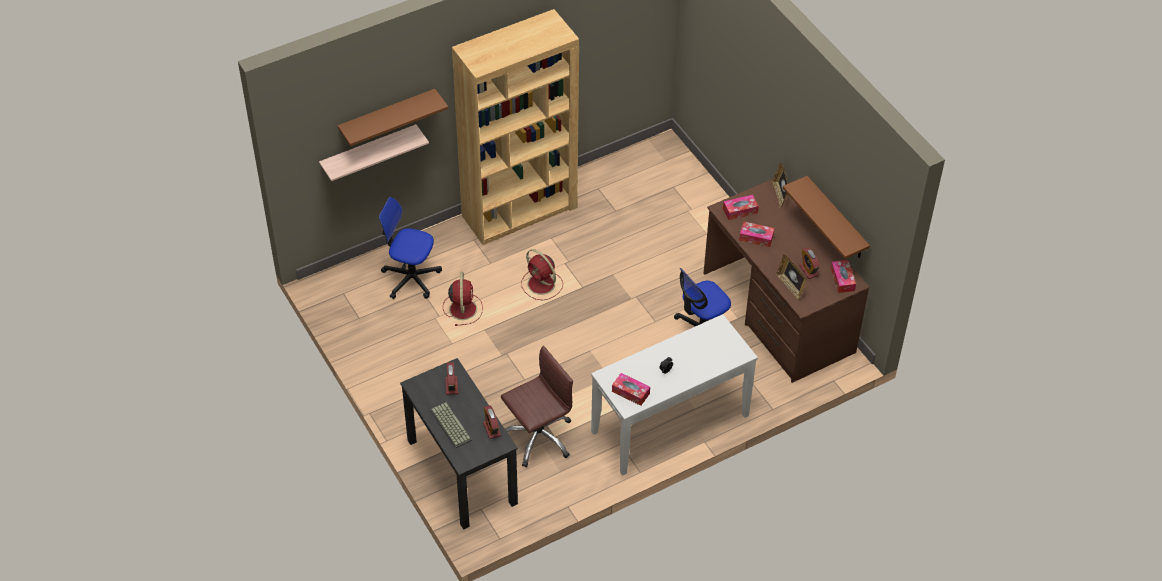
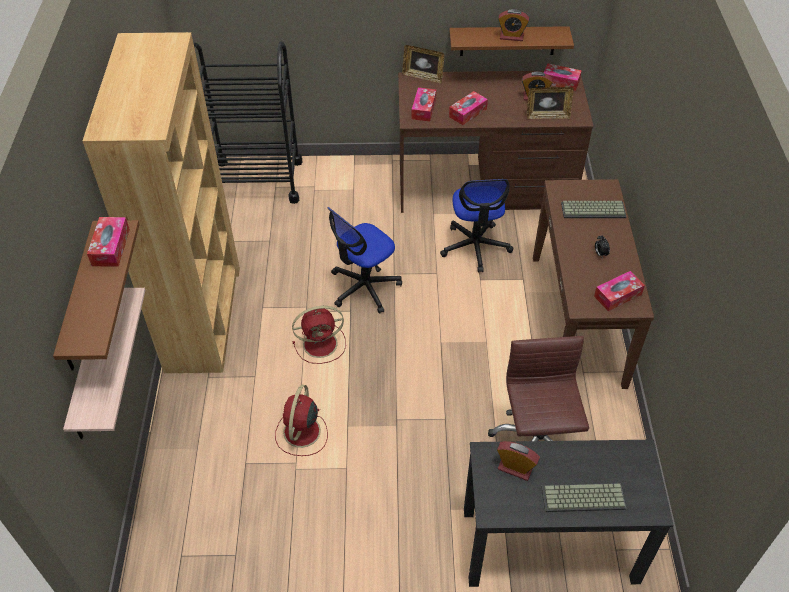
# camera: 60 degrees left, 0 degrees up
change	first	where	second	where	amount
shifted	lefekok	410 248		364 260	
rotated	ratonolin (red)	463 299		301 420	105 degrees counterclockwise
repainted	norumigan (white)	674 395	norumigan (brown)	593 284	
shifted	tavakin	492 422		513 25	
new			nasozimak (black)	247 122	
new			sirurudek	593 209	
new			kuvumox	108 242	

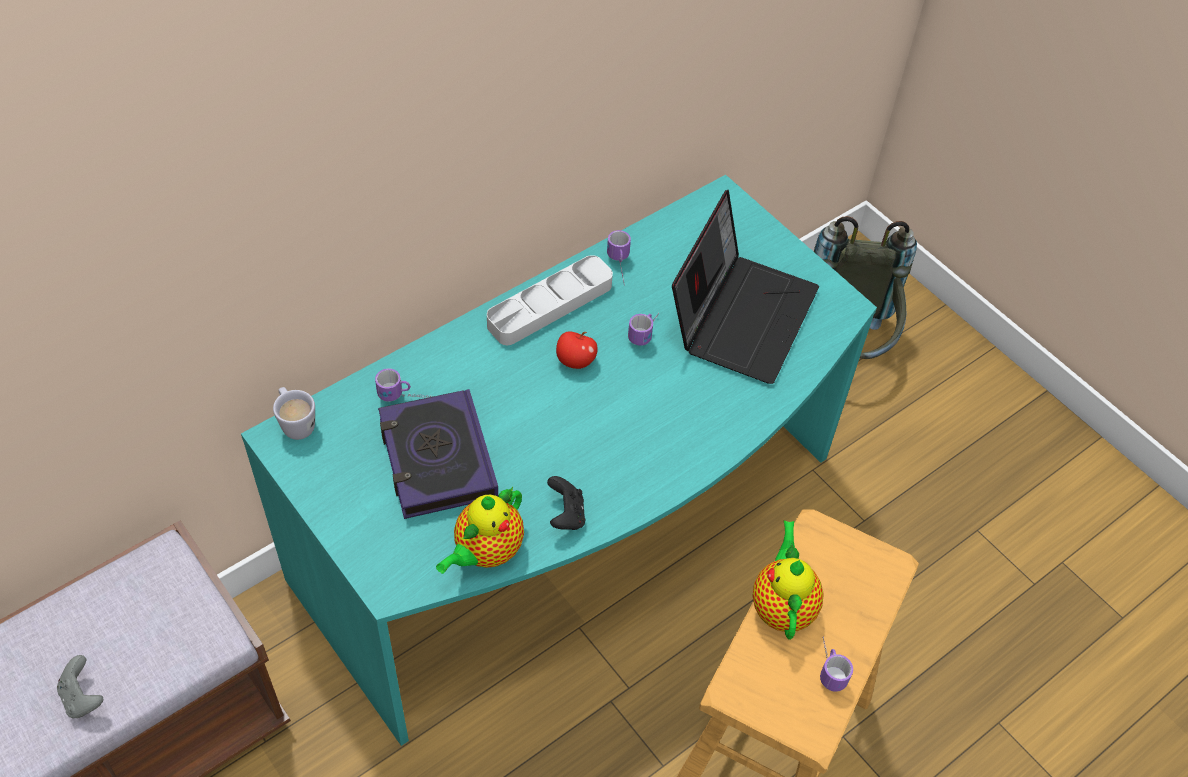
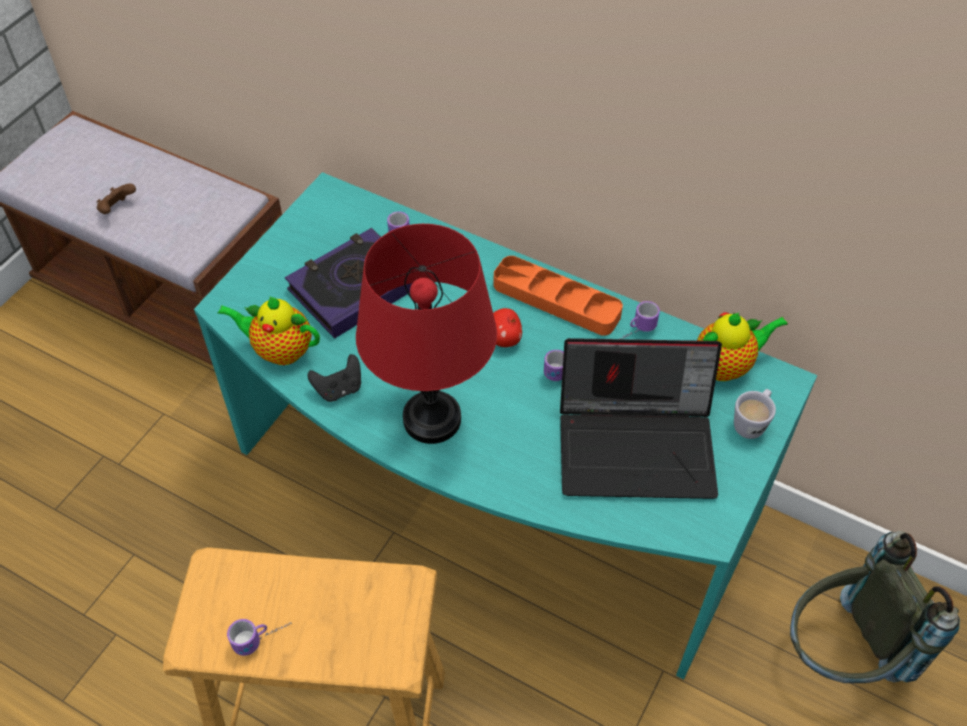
# camera: 70 degrees right, 0 degrees up
change	first	where	second	where	amount
repainted	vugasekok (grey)	550 300	vugasekok (orange)	558 296	
shifted	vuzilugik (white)	294 413		755 414	
shifted	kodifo	788 580		742 346	
repainted	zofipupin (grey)	80 687	zofipupin (brown)	116 199	
new			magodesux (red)	426 334	

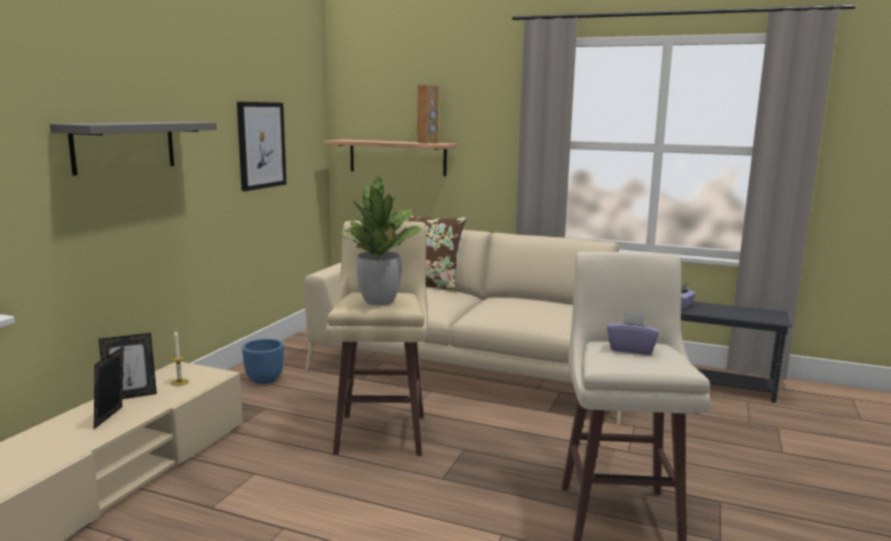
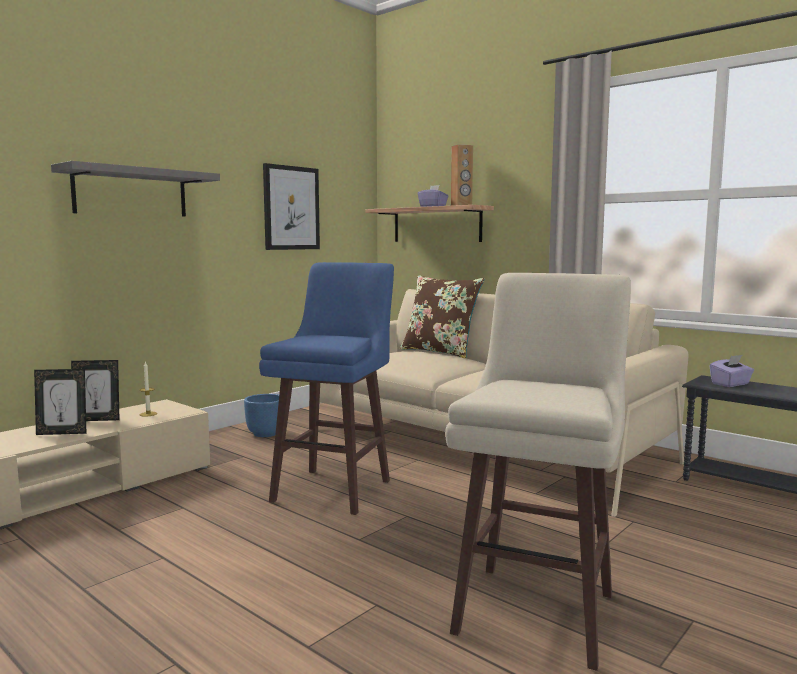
# camera: 20 degrees right, 5 degrees down
change	first	where	second	where	amount
gone	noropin	382 240			
repainted	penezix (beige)	377 338	penezix (blue)	326 388	
shifted	kuvumox (purple)	633 333		433 196	
rotated	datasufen	109 387		60 402	120 degrees counterclockwise

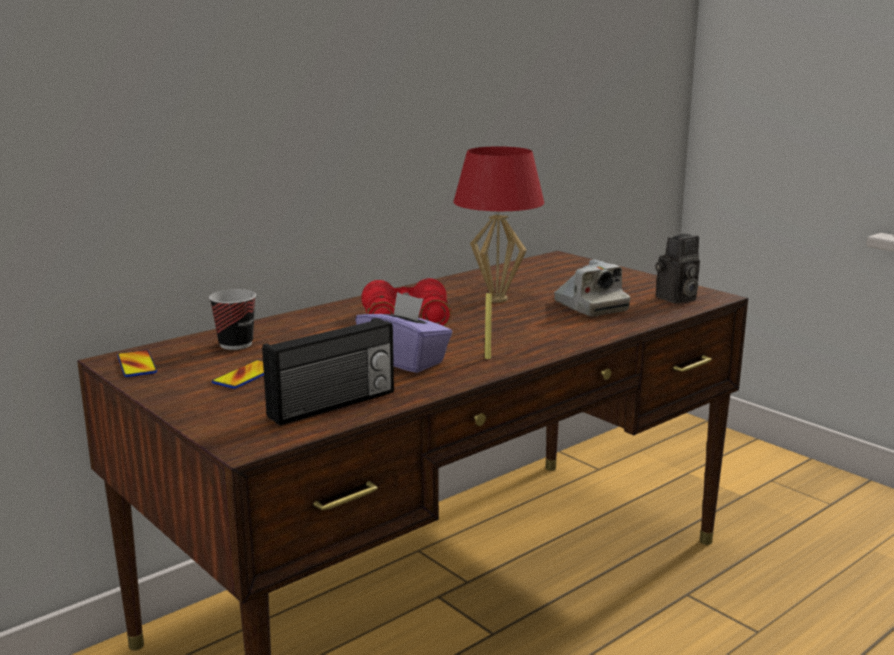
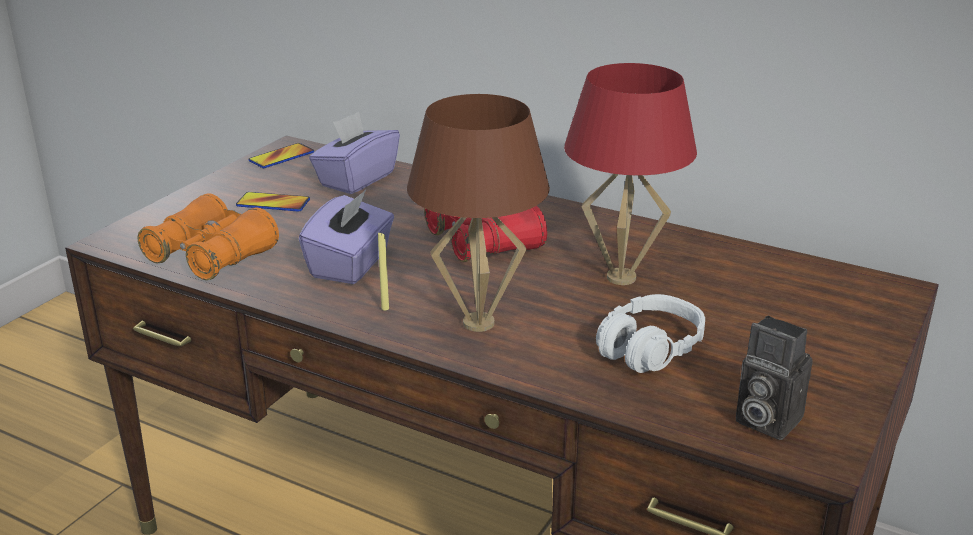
# camera: 70 degrees right, 10 degrees up
change	first	where	second	where	amount
swapped	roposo	592 288	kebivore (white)	650 333	
swapped	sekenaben	232 319	kuvumox (purple)	354 152	
swapped	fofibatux	328 372	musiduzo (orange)	208 236	
new			magodesux (brown)	478 213	

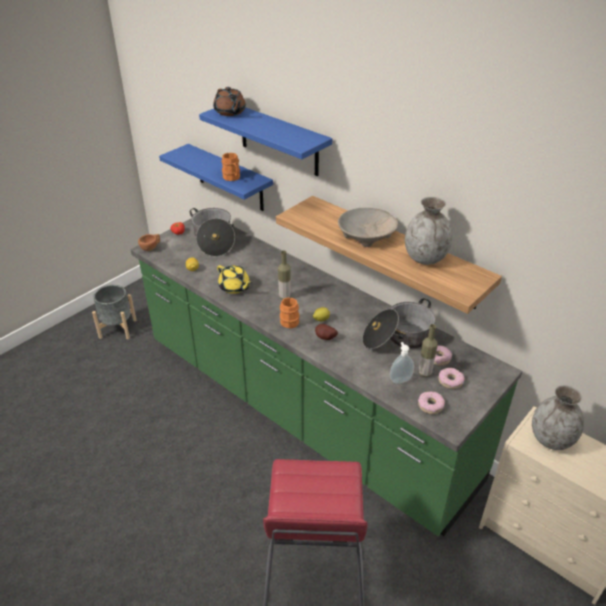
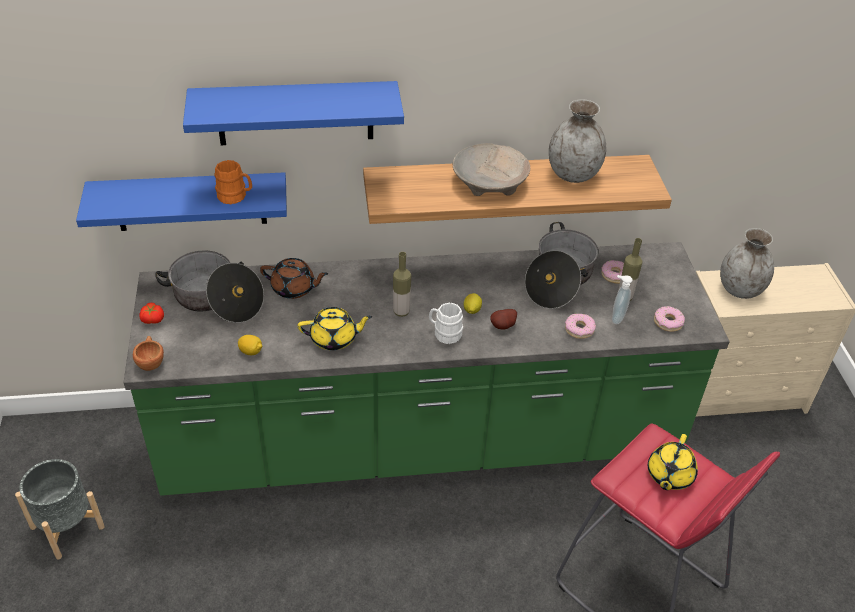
# camera: 50 degrees left, 5 degrees up
change	first	where	second	where	amount
shifted	kodifo (brown)	229 101		294 278	
repainted	vuzilugik (orange)	290 312	vuzilugik (white)	446 323	
shifted	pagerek	451 378		580 326	
new			kodifo (yellow)	673 462	

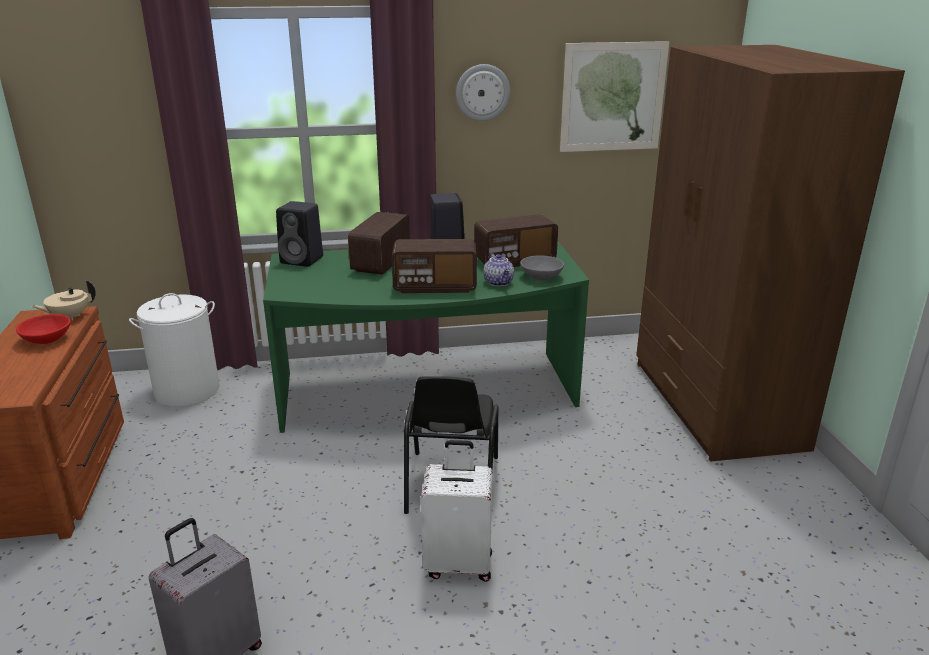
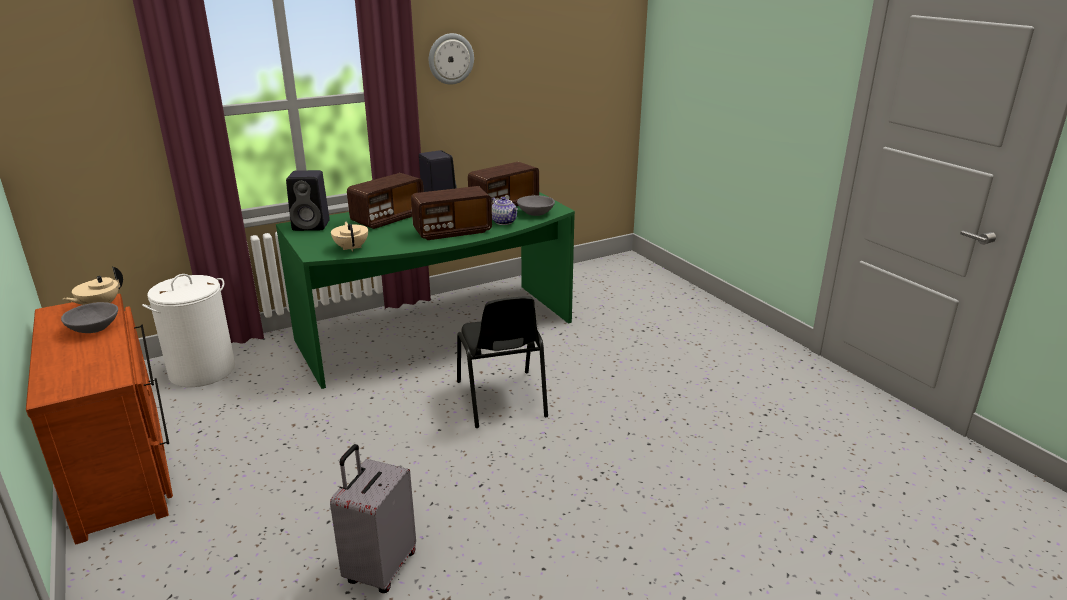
# camera: 20 degrees left, 0 degrees up
change	first	where	second	where	amount
gone	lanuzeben	614 96			
gone	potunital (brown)	770 253			
rotated	fofibatux	379 243		385 201	135 degrees counterclockwise
repainted	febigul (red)	43 329	febigul (grey)	89 317	
gone	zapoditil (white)	456 511			
new			kodifo (beige)	349 237	

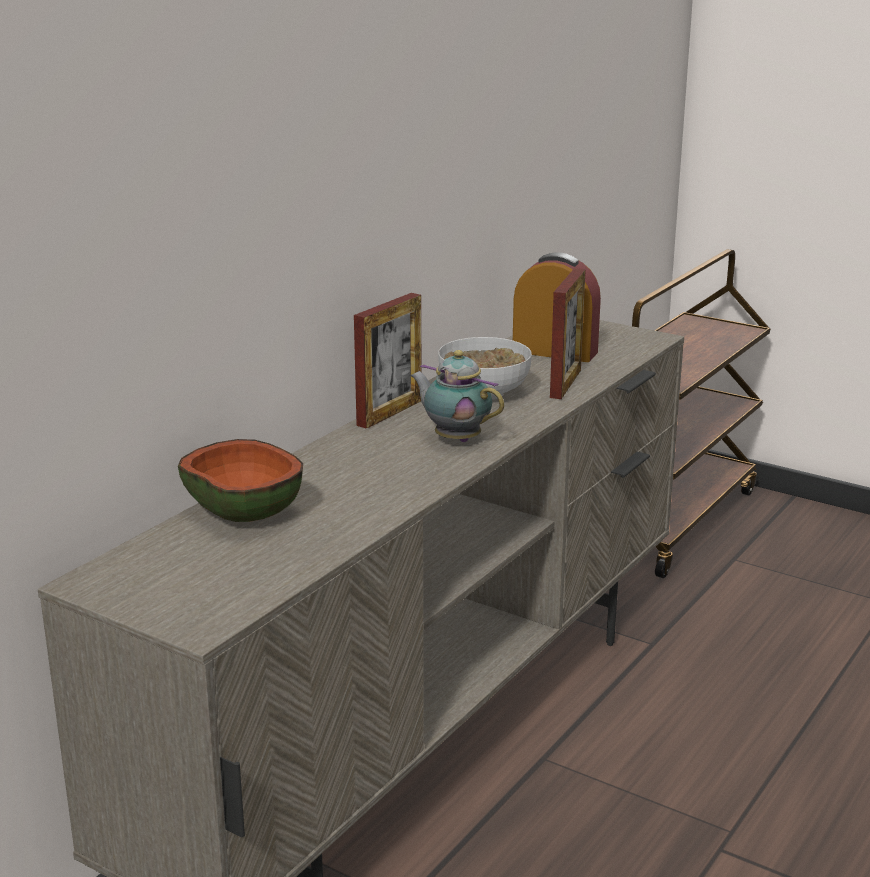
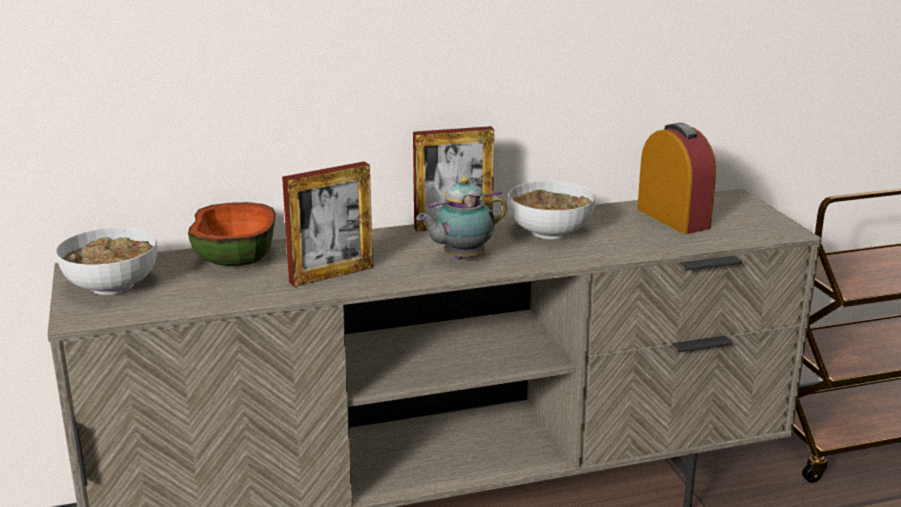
# camera: 40 degrees right, 0 degrees up
change	first	where	second	where	amount
shifted	datasufen	568 333		327 224	
rotated	kodifo	457 396		461 218	105 degrees counterclockwise
new			febigul	106 261	

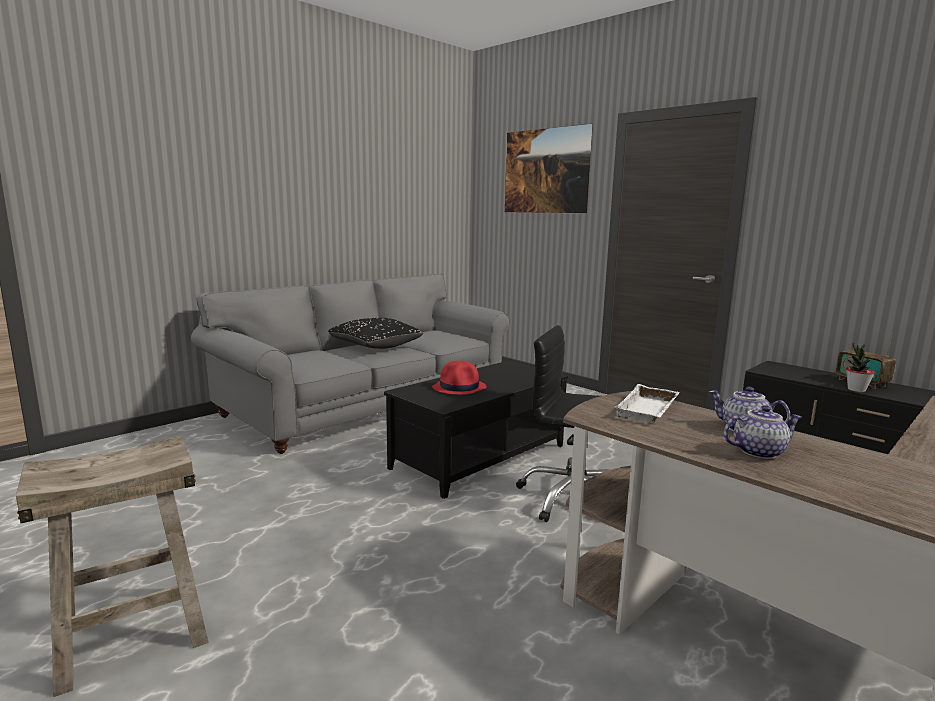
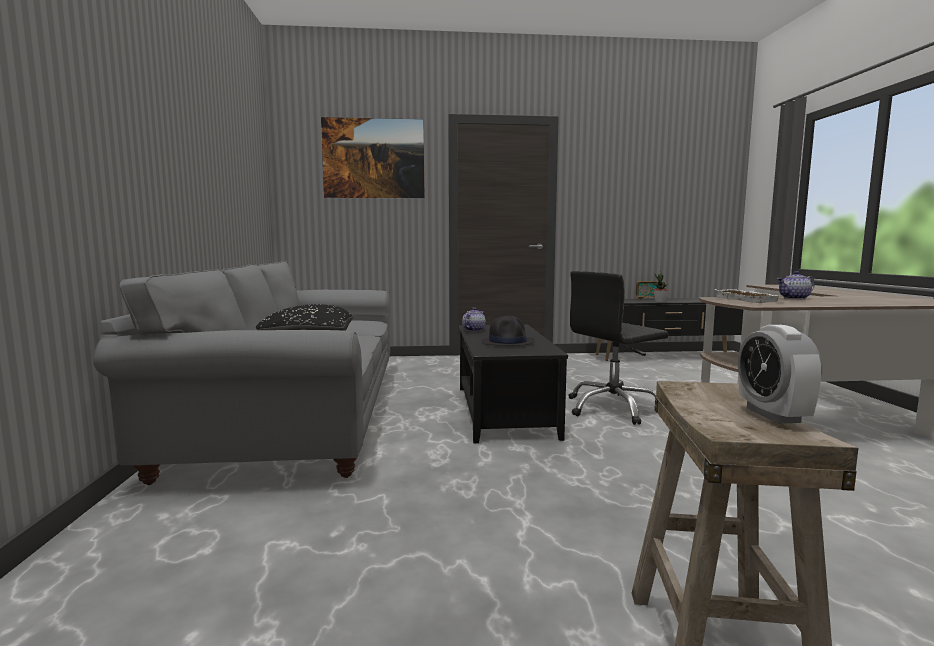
# camera: 50 degrees left, 5 degrees down
change	first	where	second	where	amount
repainted	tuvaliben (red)	459 378	tuvaliben (black)	508 331	
shifted	kodifo	763 432		474 319	
new			tavakin	780 374	

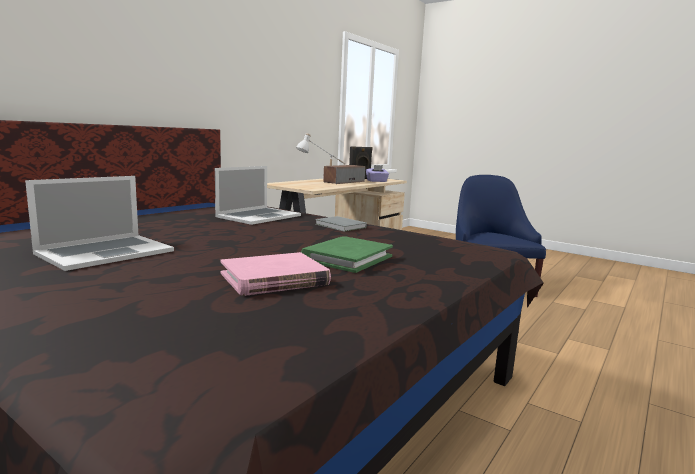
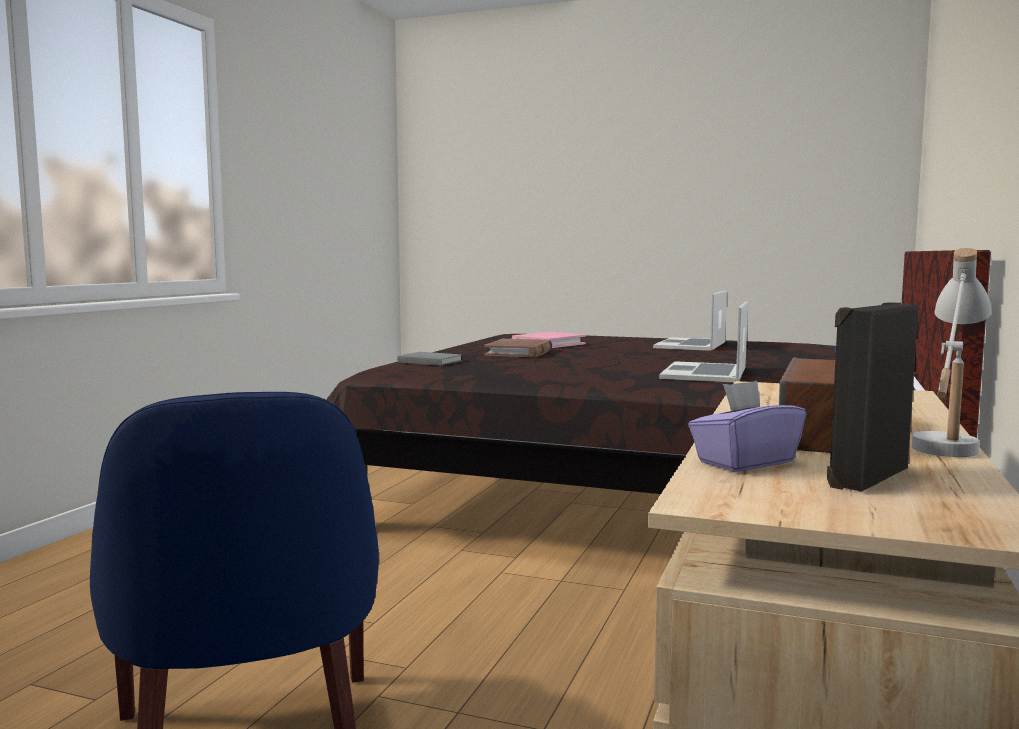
# camera: 165 degrees right, 5 degrees down
change	first	where	second	where	amount
shifted	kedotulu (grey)	341 224		429 359	
repainted	kedotulu (green)	347 254	kedotulu (brown)	518 348	

